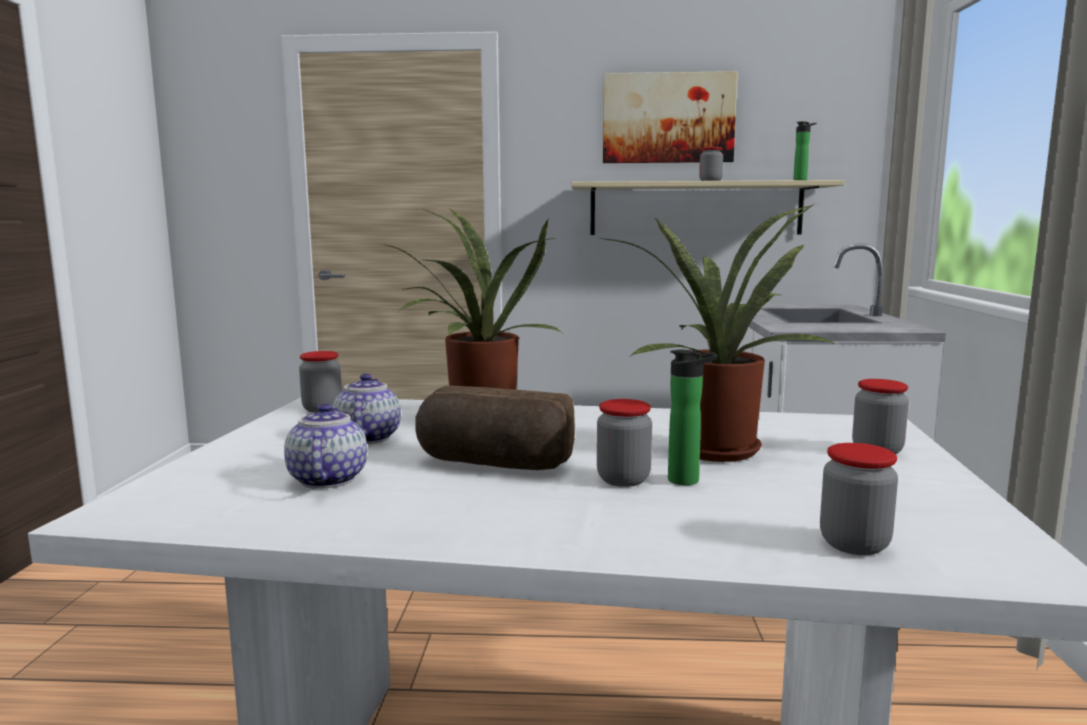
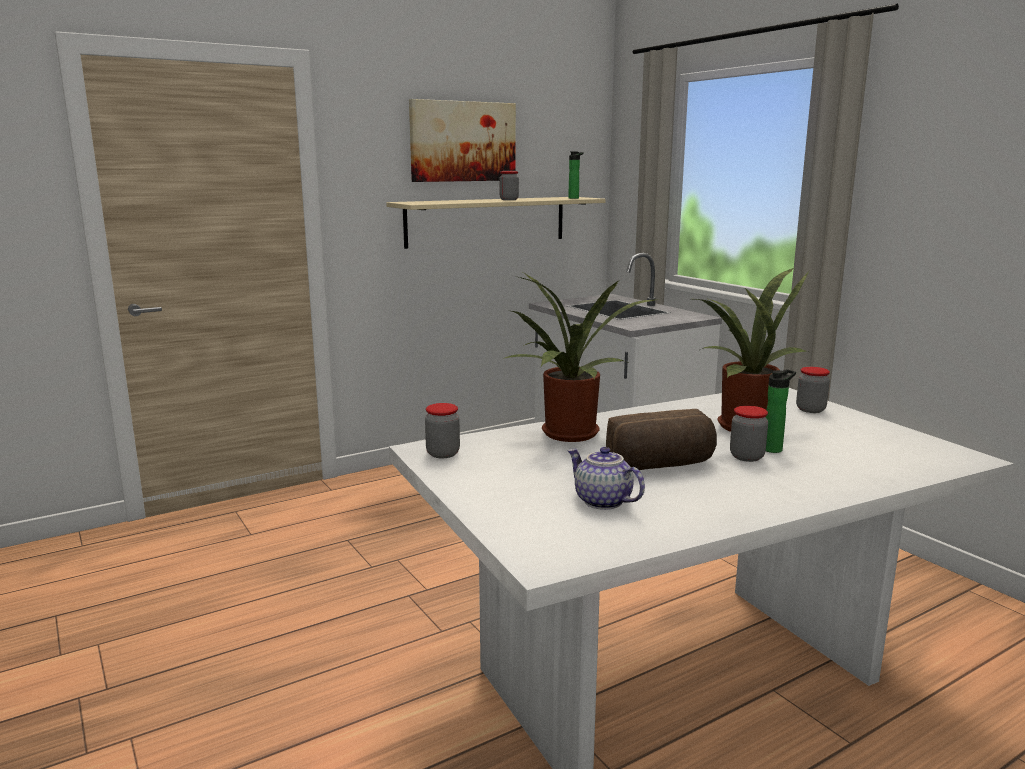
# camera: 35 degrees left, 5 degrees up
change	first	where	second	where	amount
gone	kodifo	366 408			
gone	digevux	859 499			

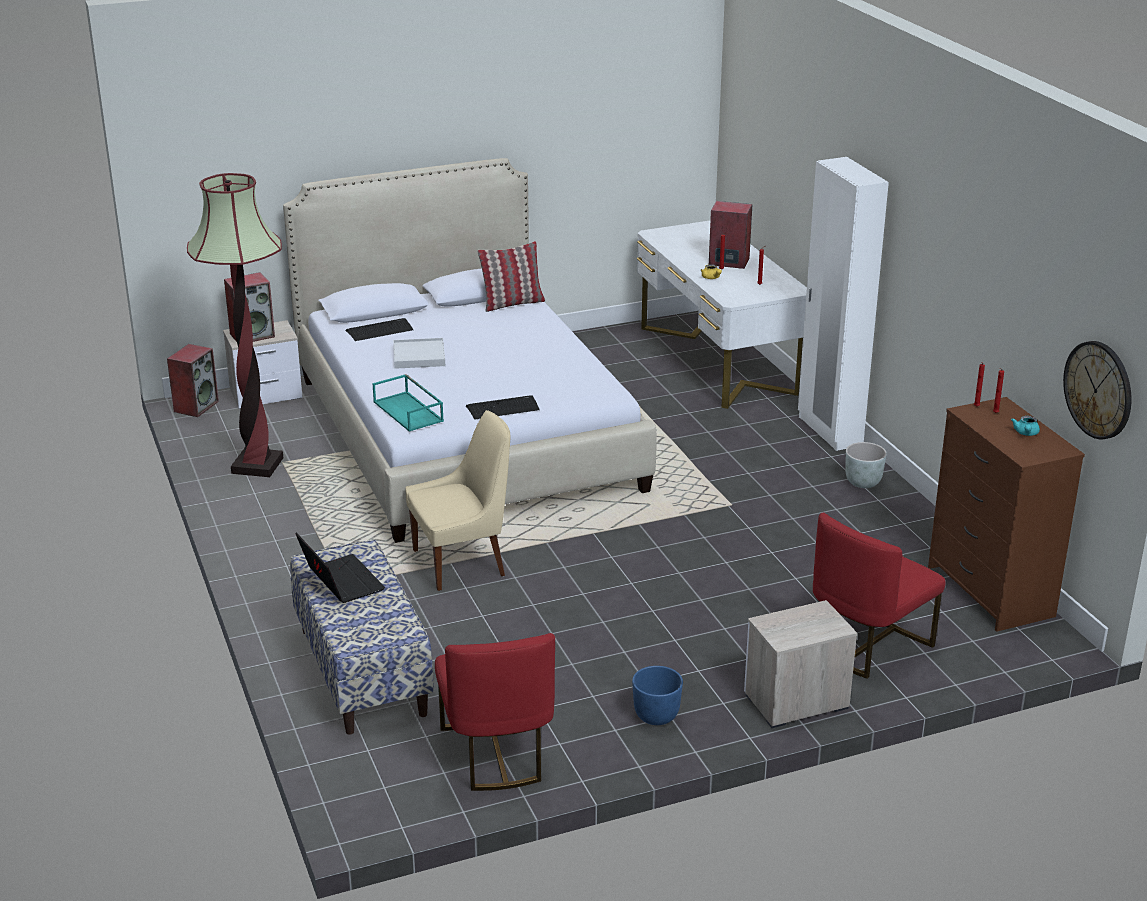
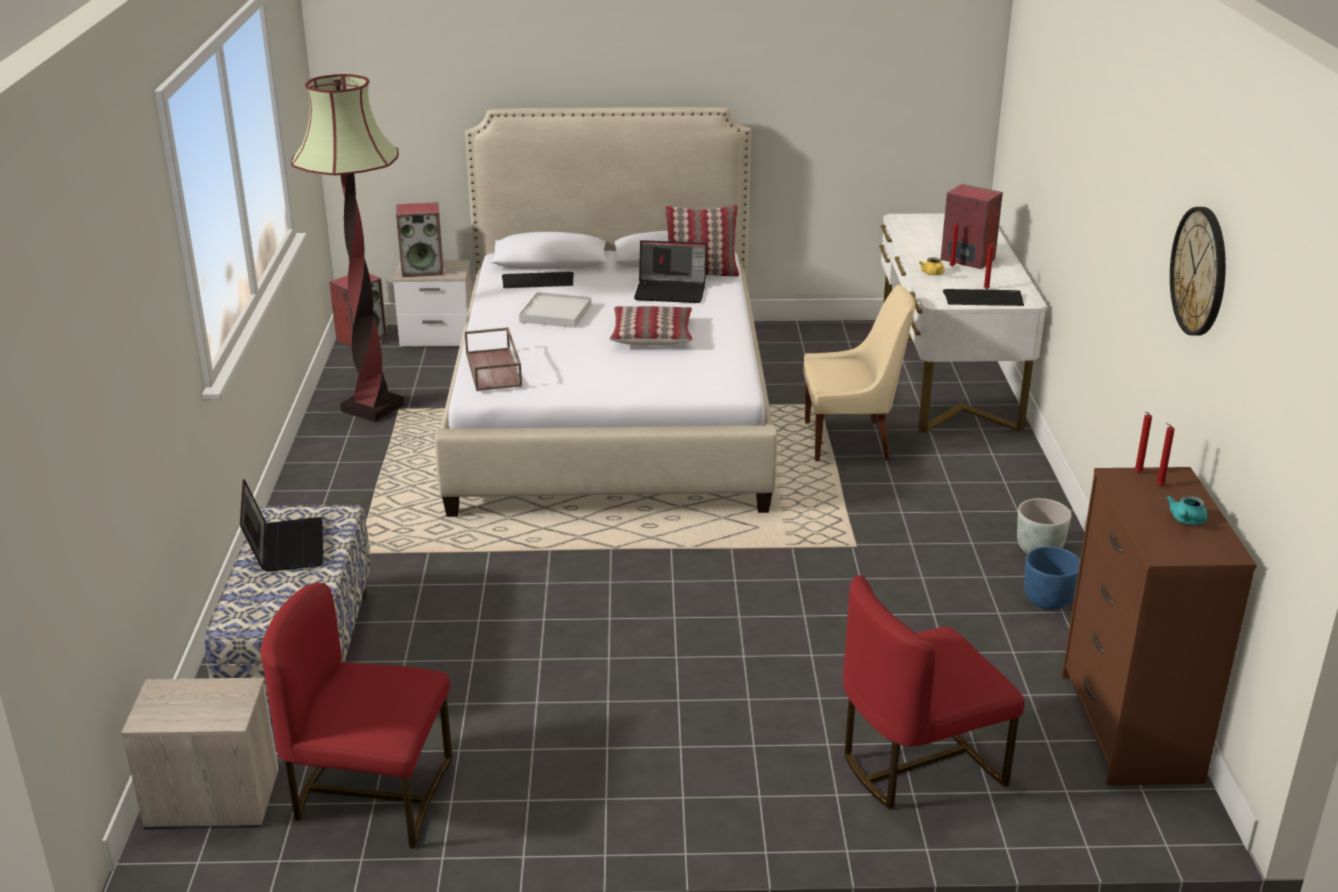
# camera: 20 degrees right, 0 degrees up
change	first	where	second	where	amount
gone	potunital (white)	843 304			
shifted	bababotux	1097 390		1198 271	
repainted	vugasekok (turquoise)	408 403	vugasekok (brown)	493 359	
shifted	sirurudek	503 407		983 297	
shifted	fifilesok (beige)	458 500		859 372	
shifted	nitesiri	800 664		200 754	
rotated	fifilesok (red)	495 712		356 716	90 degrees clockwise
shifted	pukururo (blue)	657 695		1052 578	
new			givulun	670 271	
new			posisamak	650 326	

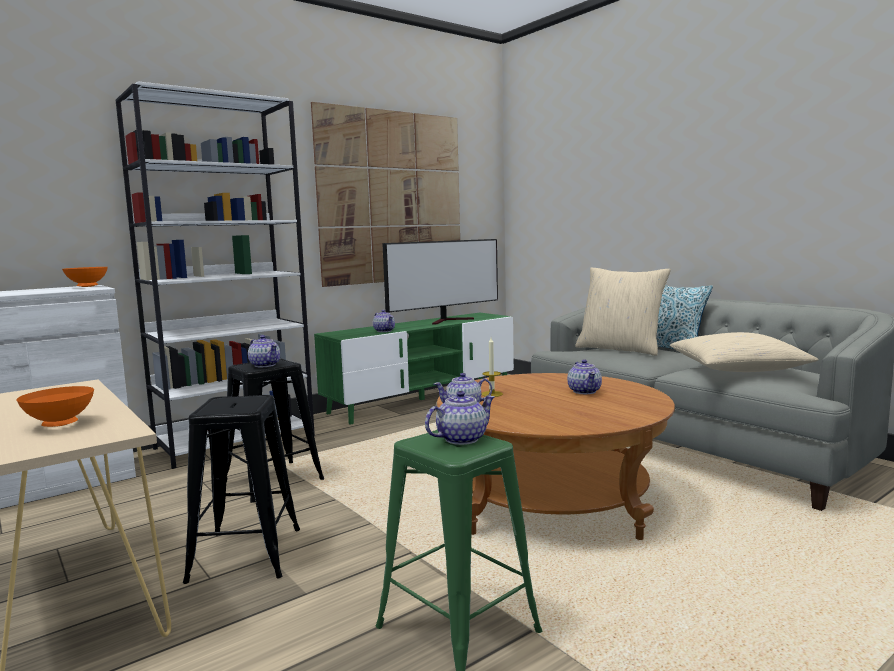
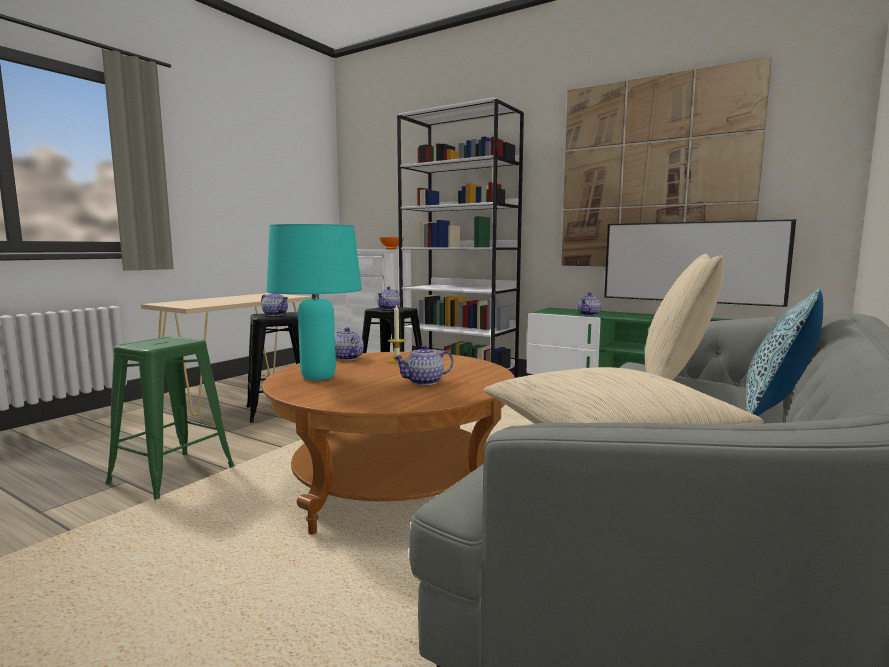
# camera: 70 degrees right, 0 degrees up
change	first	where	second	where	amount
gone	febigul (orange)	55 406			
shifted	kodifo	460 418		274 304	
new			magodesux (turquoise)	314 302	

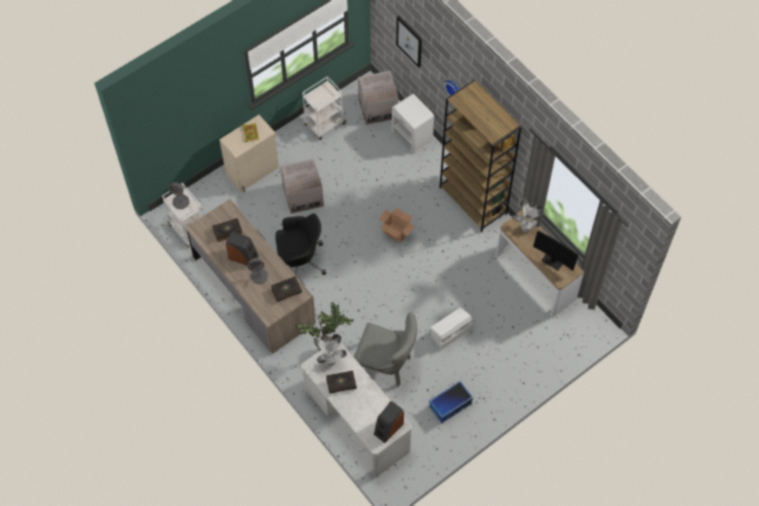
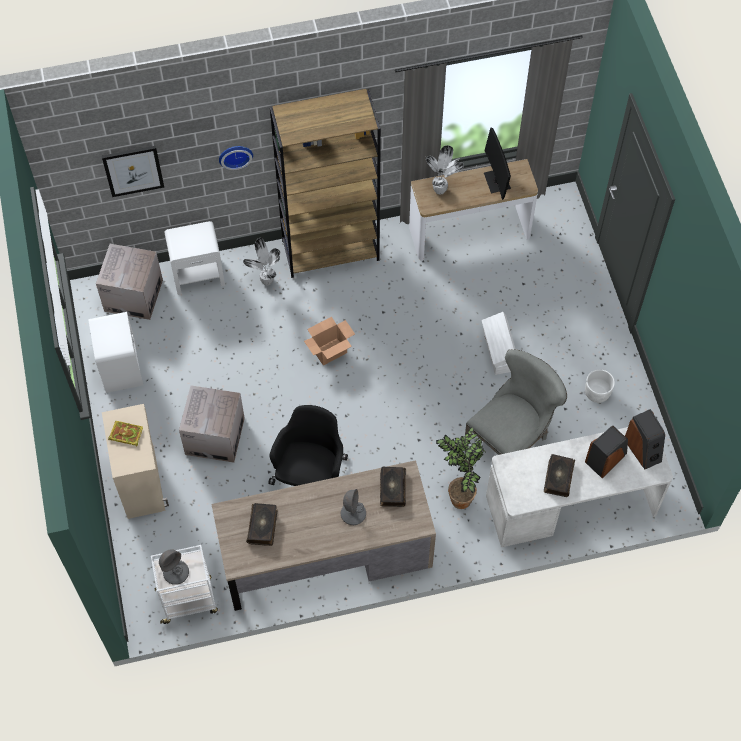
# camera: 65 degrees left, 0 degrees up
change	first	where	second	where	amount
swapped	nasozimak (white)	324 108	nitesiri (white)	115 352	
shifted	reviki	242 248		606 452	
rotated	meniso	555 251		497 164	105 degrees clockwise
shifted	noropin	330 350		261 261	
swapped	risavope	451 402	pukururo (white)	600 386	

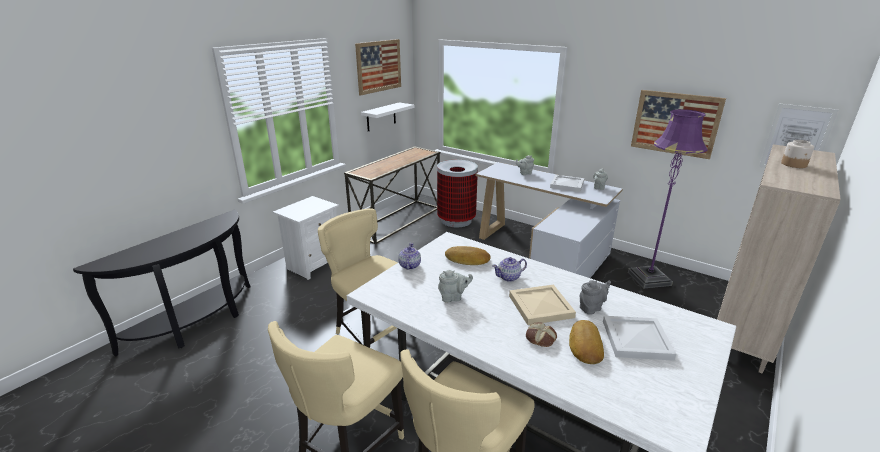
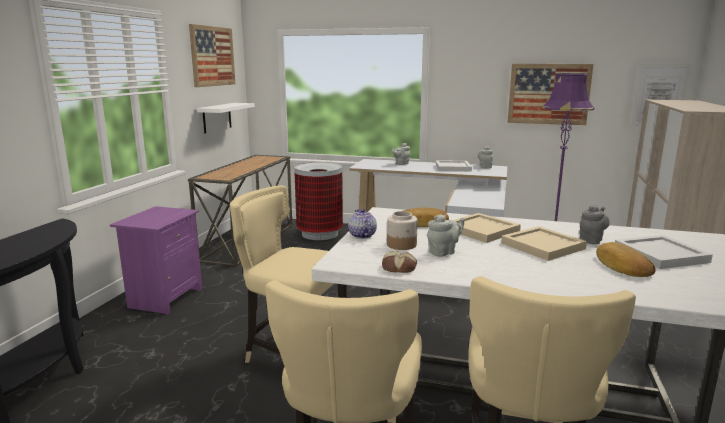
# camera: 20 degrees left, 10 degrees down
change	first	where	second	where	amount
shifted	digevux	797 154		402 230	
repainted	nitesiri (white)	306 238	nitesiri (purple)	156 260	
swapped	kodifo	509 269	vugasekok (beige)	487 228	
shifted	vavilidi	541 334		399 262	

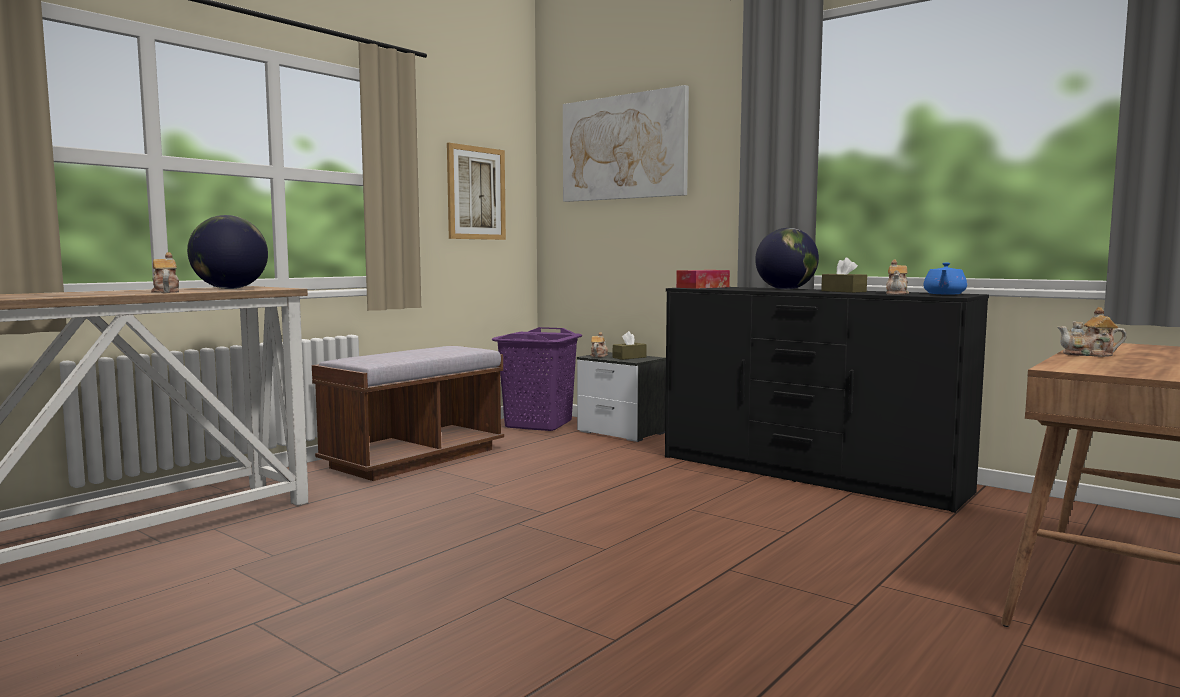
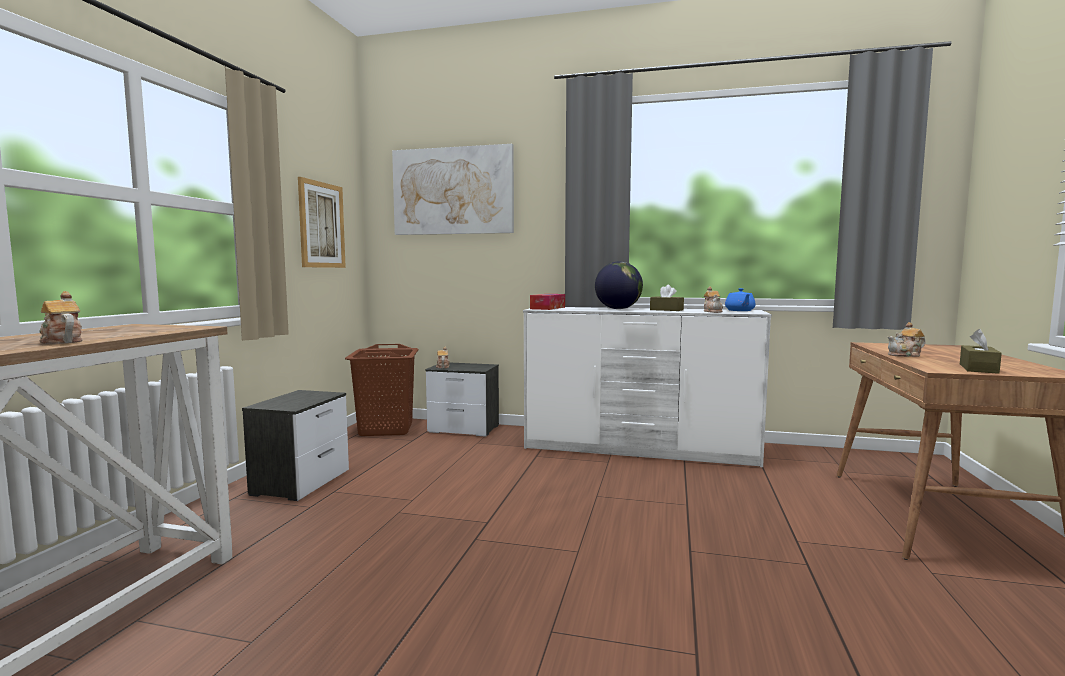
# camera: 25 degrees left, 0 degrees up
change	first	where	second	where	amount
gone	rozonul	227 252			
repainted	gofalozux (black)	827 400	gofalozux (white)	647 387	
repainted	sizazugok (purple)	537 379	sizazugok (brown)	381 390	
shifted	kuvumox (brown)	630 345		981 351	
swapped	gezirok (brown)	408 413	nitesiri	295 445	

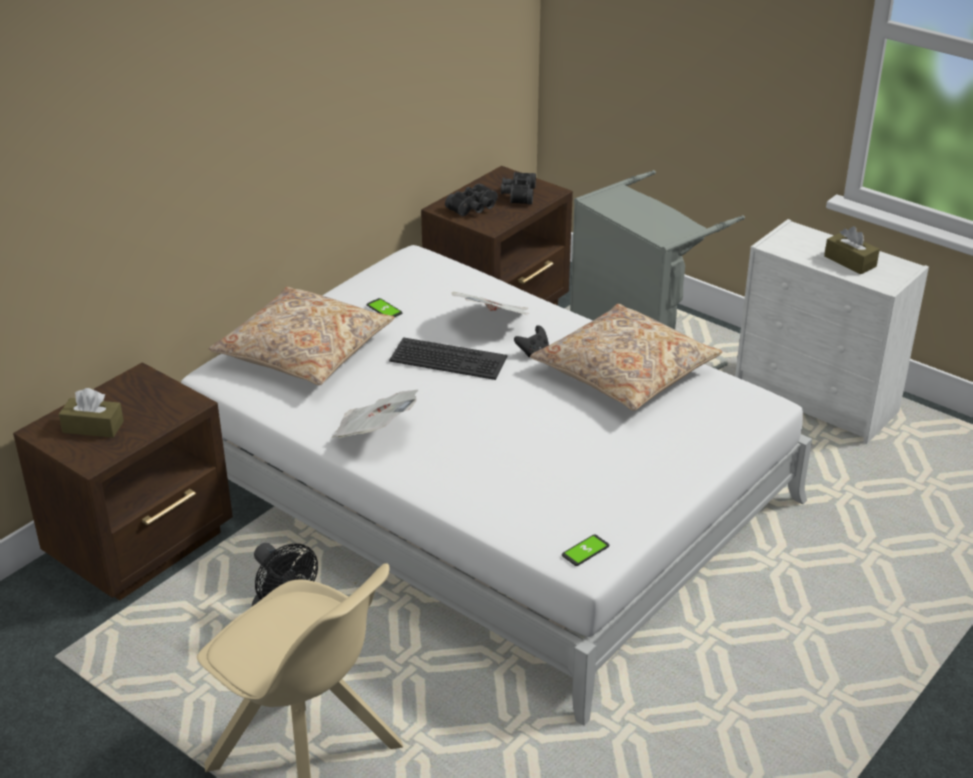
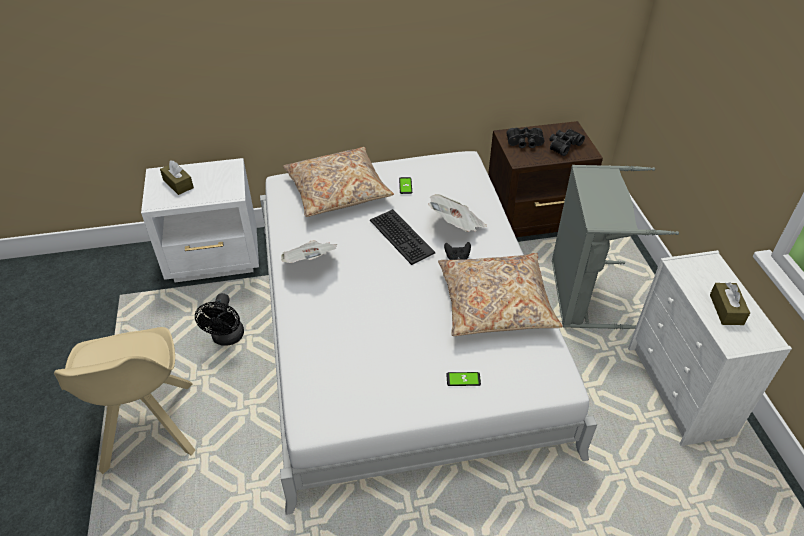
# camera: 40 degrees right, 10 degrees up
change	first	where	second	where	amount
repainted	nitesiri (brown)	123 481	nitesiri (white)	200 220	
shifted	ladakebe	585 550		463 379	

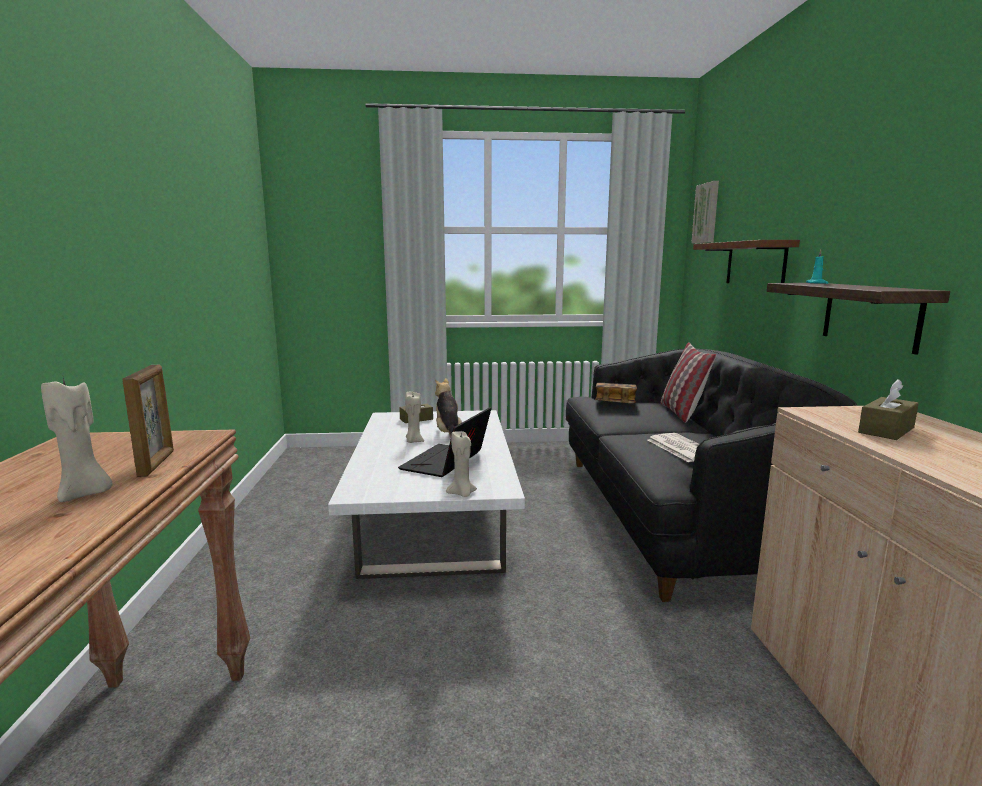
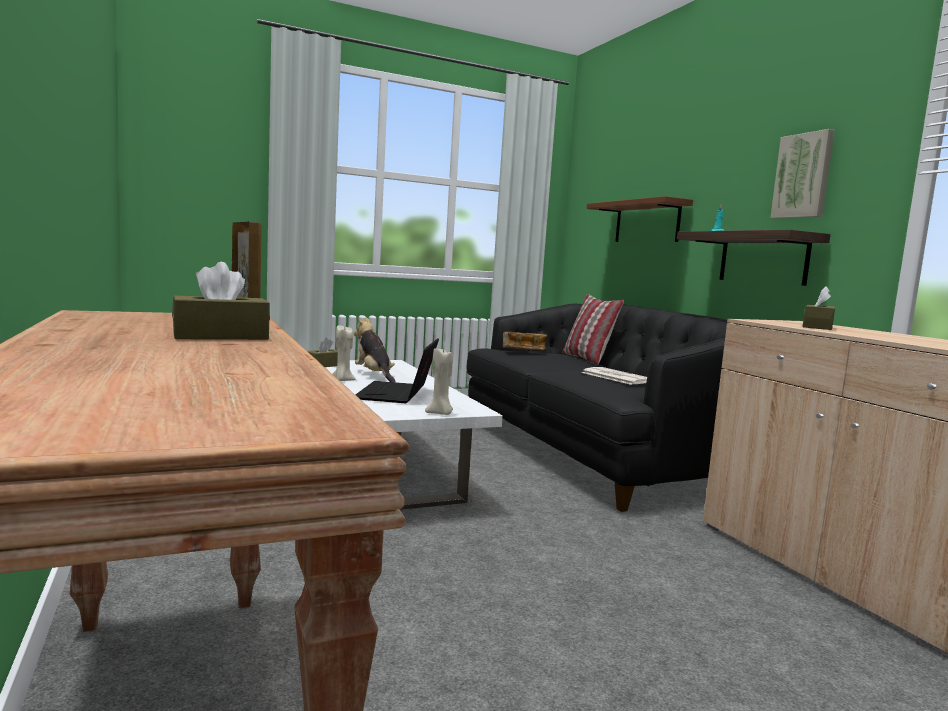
# camera: 20 degrees left, 5 degrees down
change	first	where	second	where	amount
shifted	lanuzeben	705 212		802 174	
swapped	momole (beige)	77 440	kuvumox (brown)	221 301	

